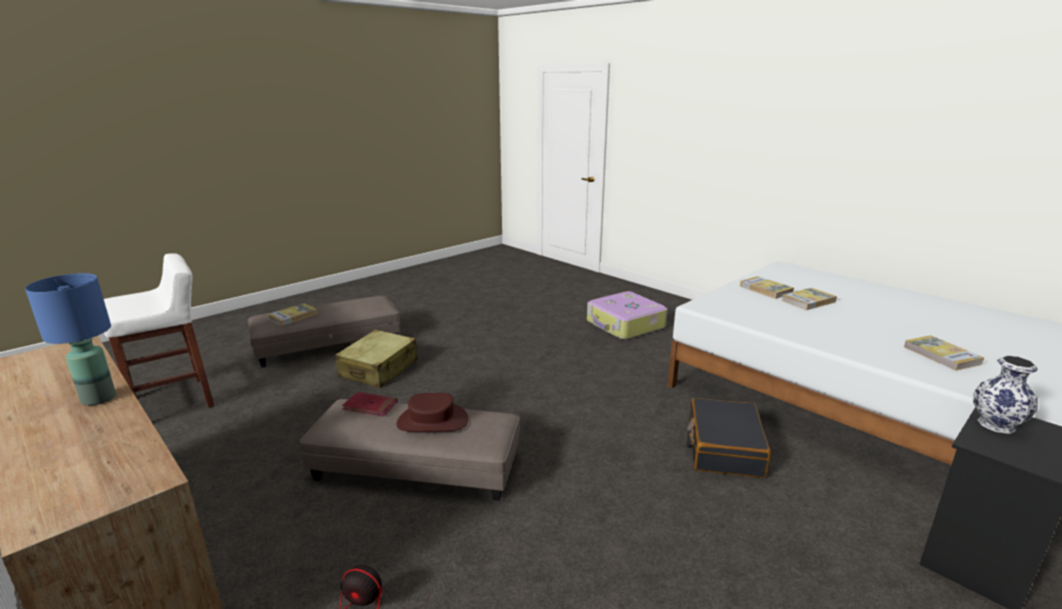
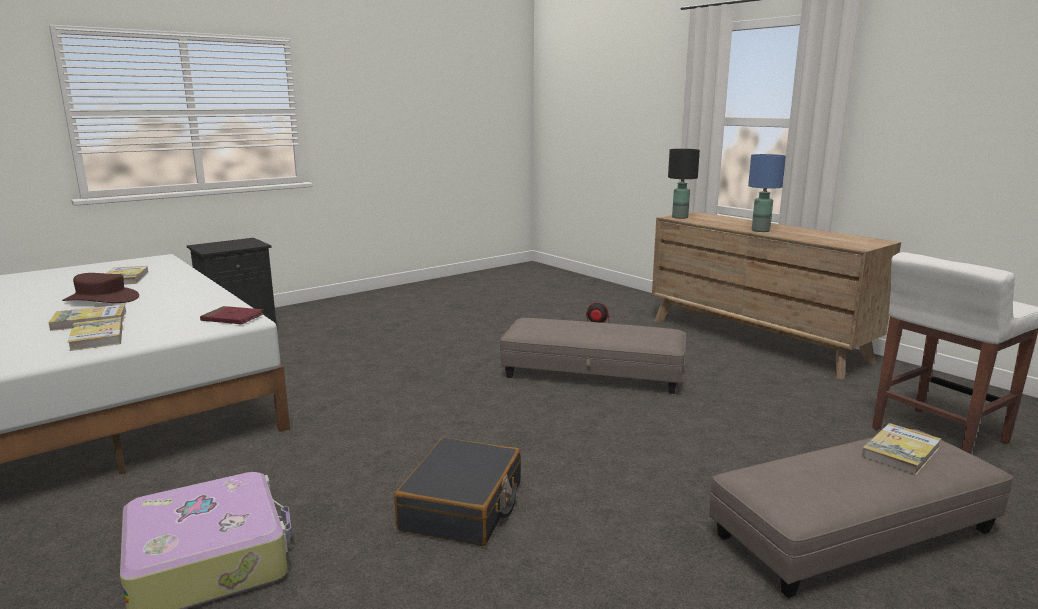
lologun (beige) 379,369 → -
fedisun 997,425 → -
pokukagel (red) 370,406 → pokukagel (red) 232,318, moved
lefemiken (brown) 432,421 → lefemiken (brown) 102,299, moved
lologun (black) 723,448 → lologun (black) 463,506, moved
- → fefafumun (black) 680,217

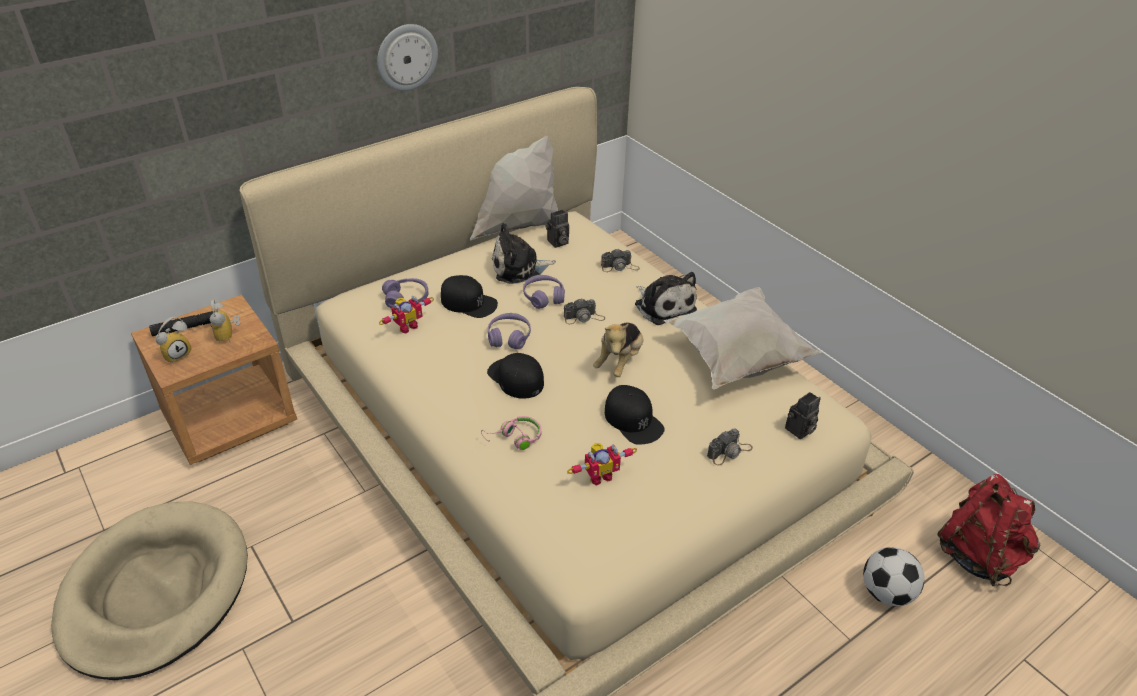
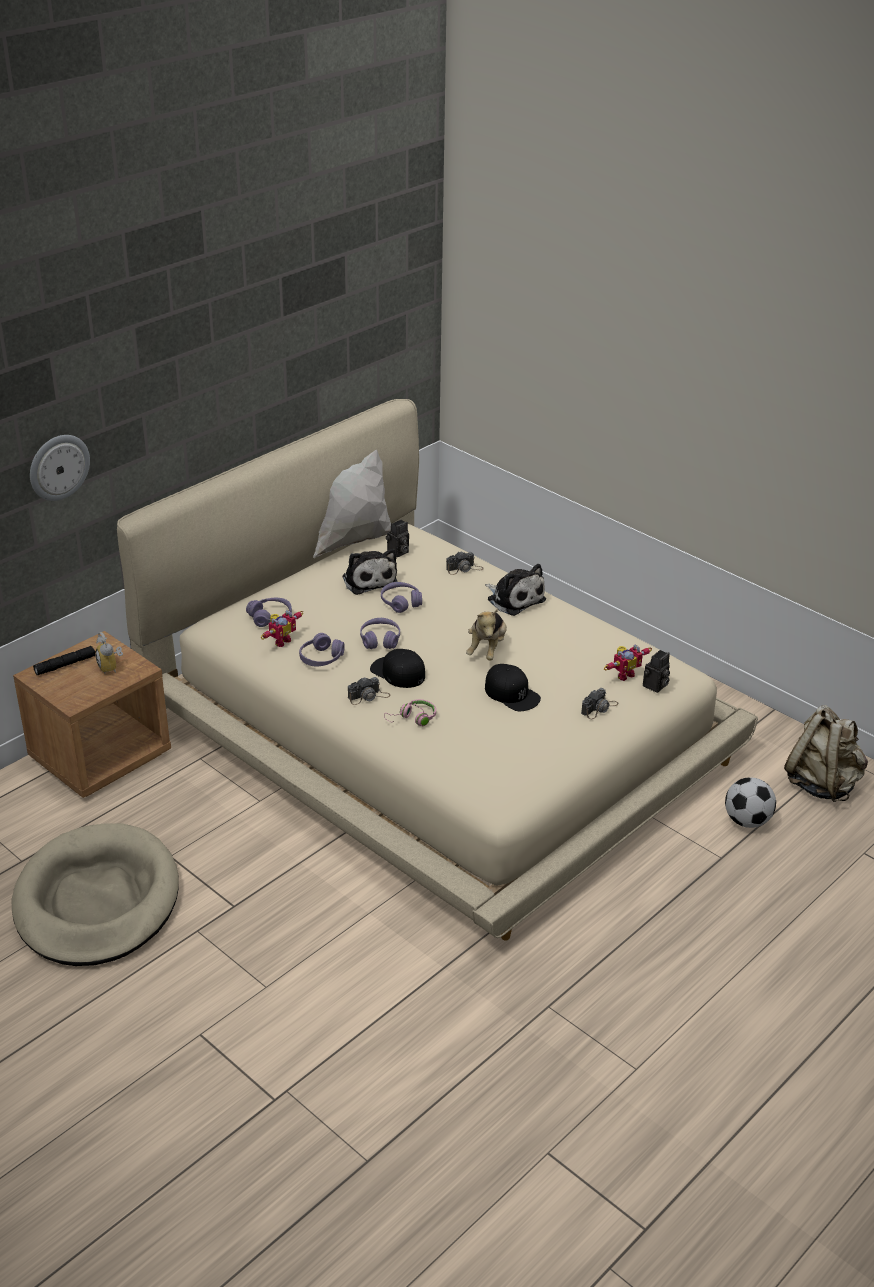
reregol 406,57 → reregol 58,467, moved
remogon 519,268 → remogon 368,580, 90 degrees counterclockwise
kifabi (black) 469,302 → -
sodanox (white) 735,359 → -
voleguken 584,317 → voleguken 368,696, moved
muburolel 177,354 → -
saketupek 599,475 → saketupek 623,674, moved
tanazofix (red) 978,555 → tanazofix (beige) 822,784
- → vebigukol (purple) 321,658

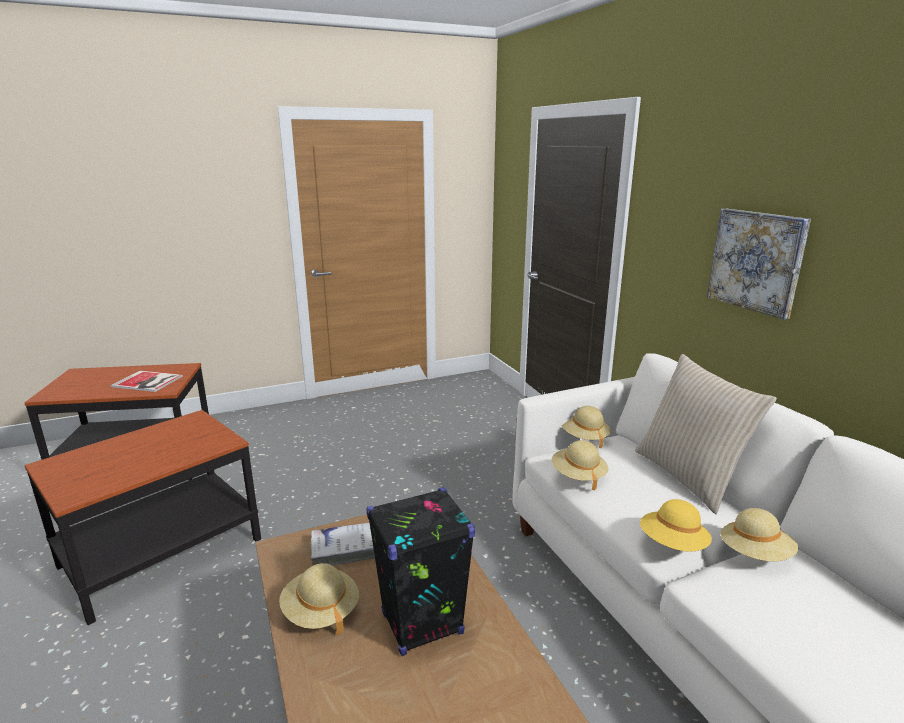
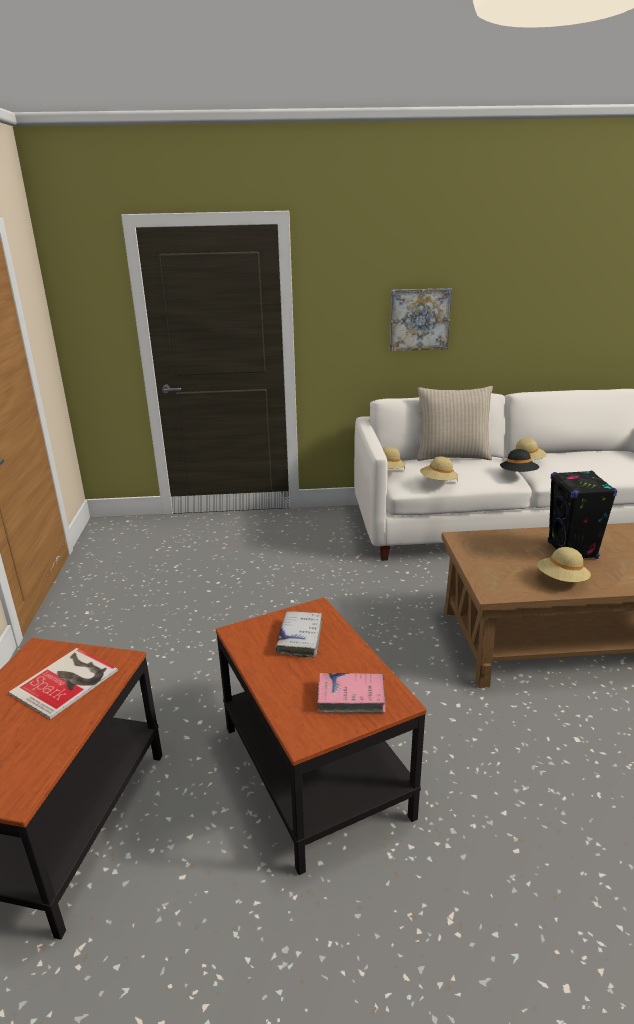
lefemiken (yellow) 673,544 → lefemiken (black) 518,474
pokukagel (white) 345,550 → pokukagel (white) 300,638, moved
- → pokukagel (pink) 351,698

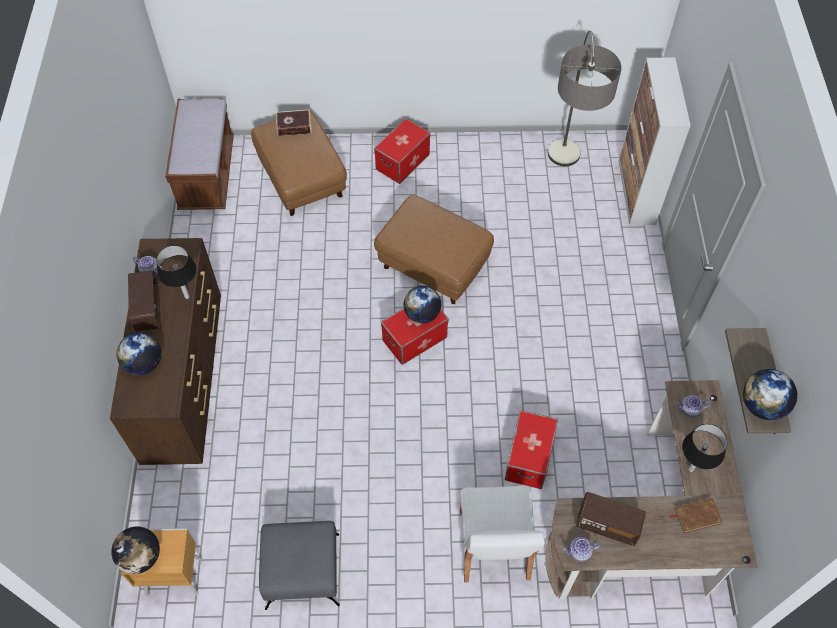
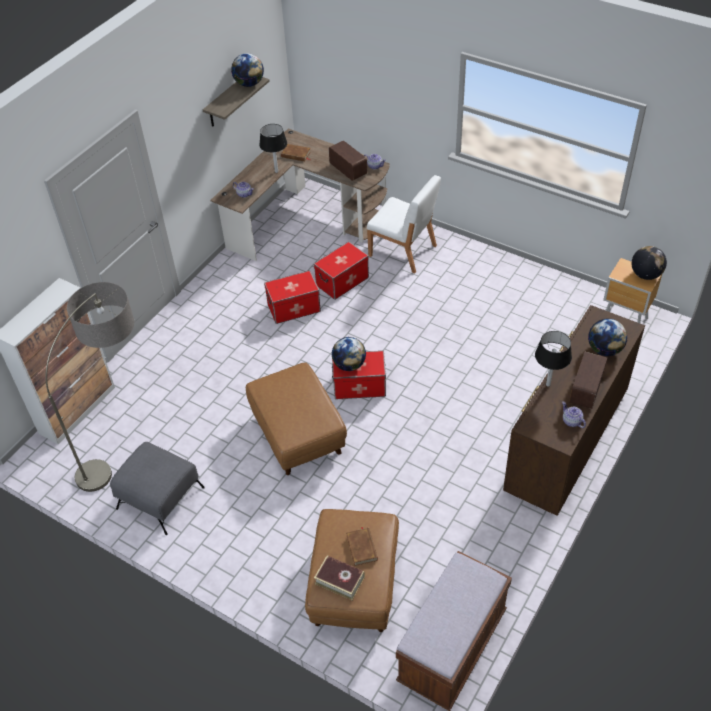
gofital 403,162 → gofital 294,308, moved
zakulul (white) 494,546 → zakulul (white) 403,251, 90 degrees clockwise
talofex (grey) 302,570 → talofex (grey) 160,498, moved
- → pokukagel (brown) 362,548

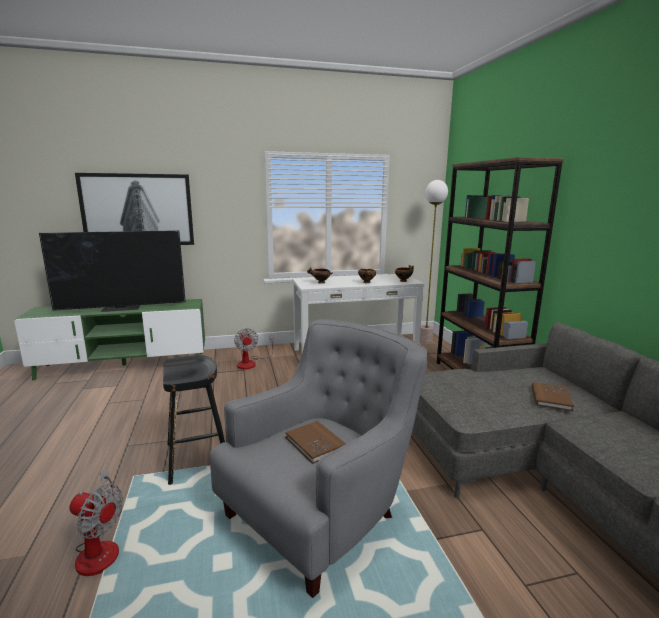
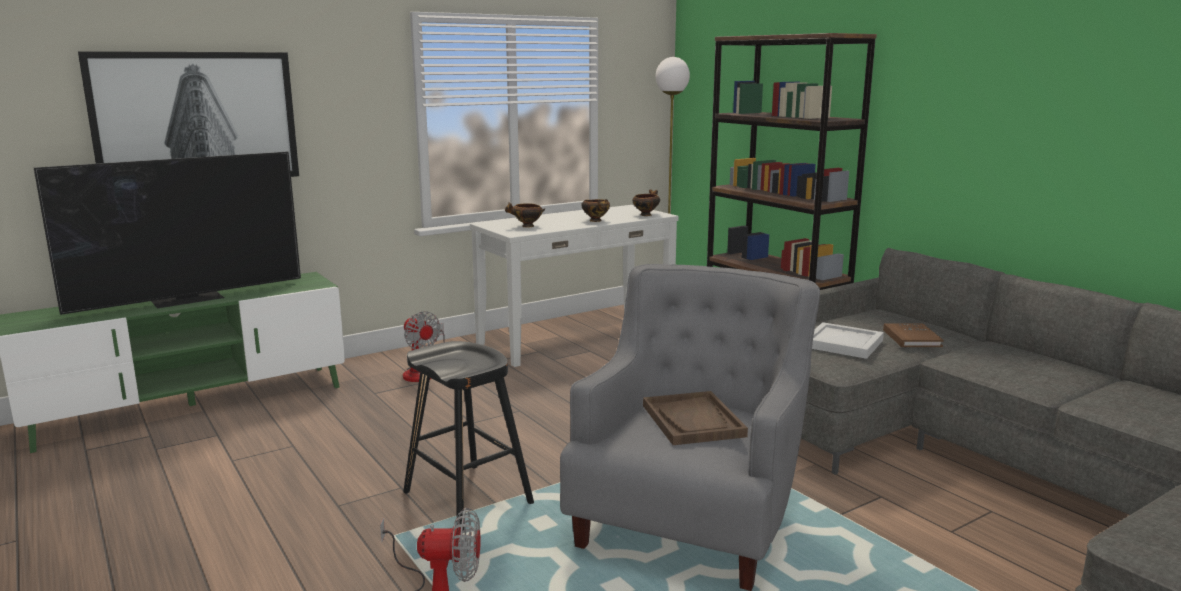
pokukagel (brown) 315,443 → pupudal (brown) 693,421
- → pupudal (white) 842,344

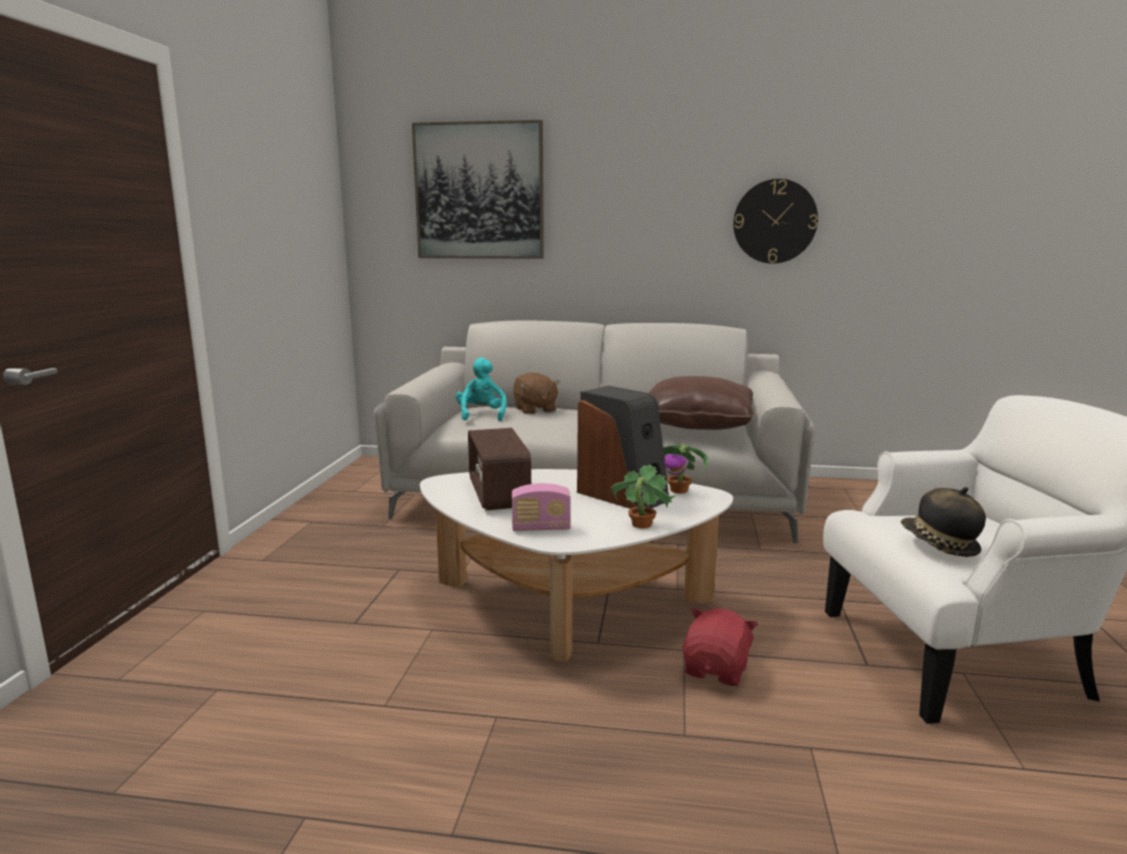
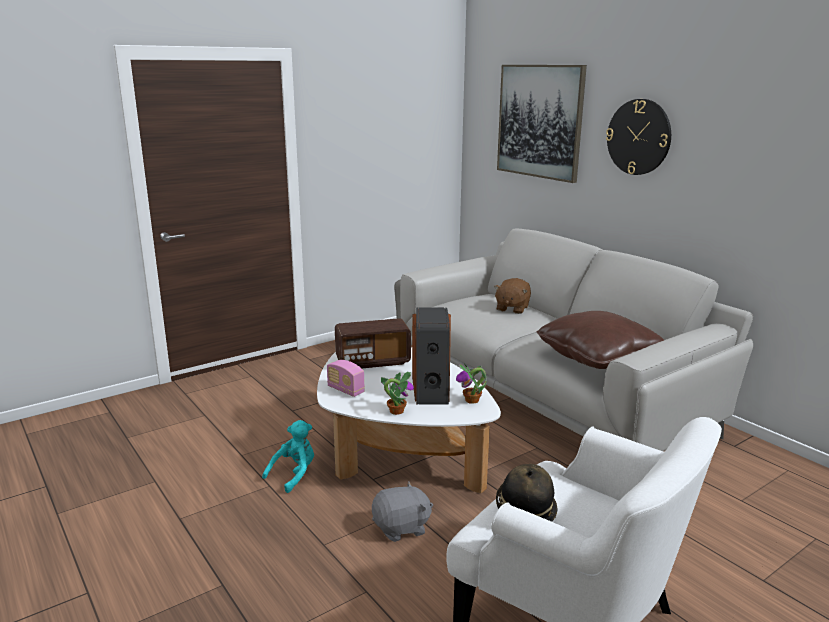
reregol 774,221 → reregol 638,137, moved
remogon (turquoise) 481,415 → remogon (turquoise) 294,474, moved
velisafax 499,494 → velisafax 373,361, 135 degrees counterclockwise
remogon (red) 717,670 → remogon (grey) 401,528

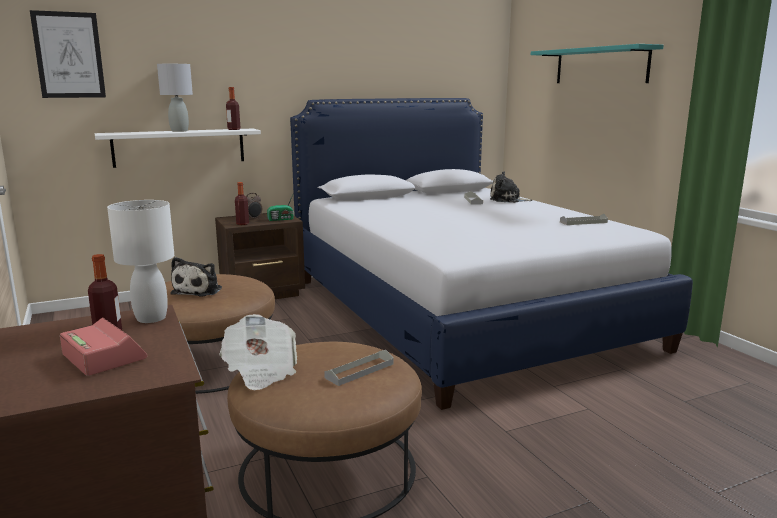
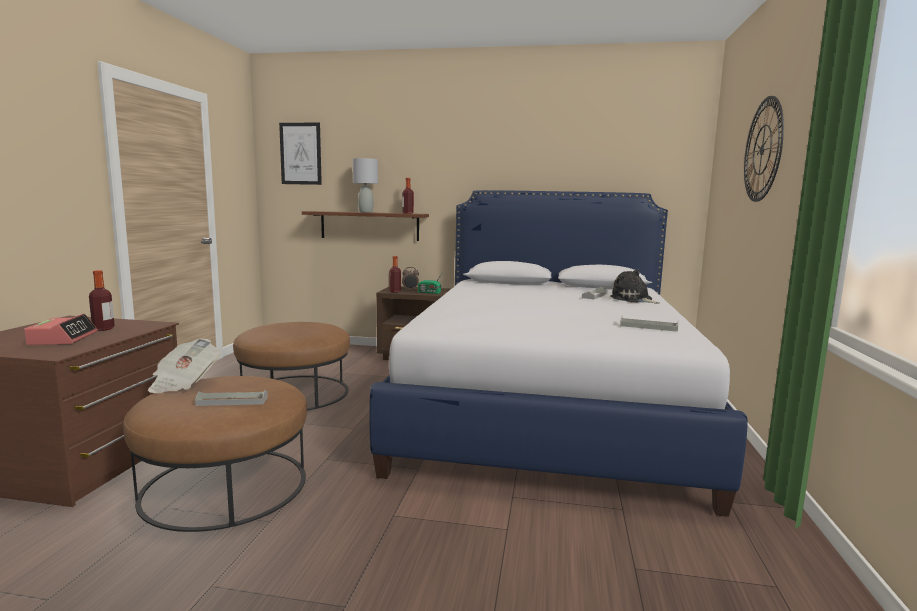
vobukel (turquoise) 600,66 → reregol 762,150
vobukel (white) 179,147 → vobukel (brown) 369,225
fefafumun (white) 151,318 → -
remogon 199,290 → -

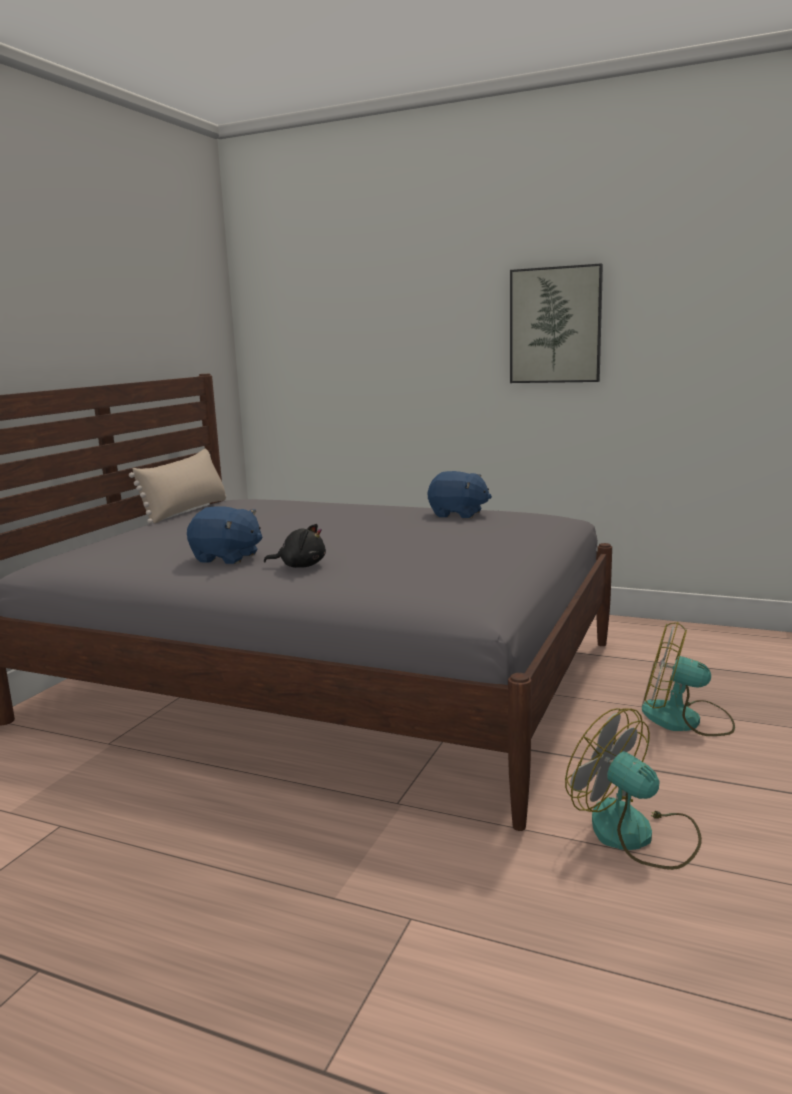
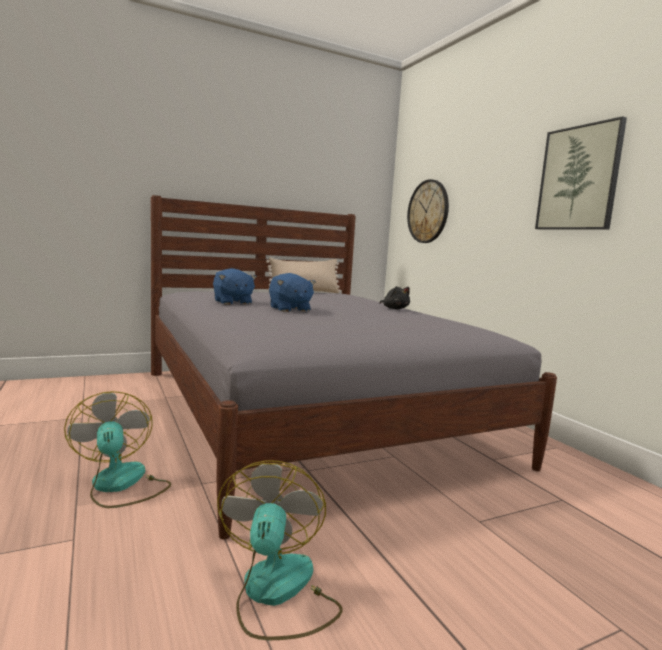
remogon (blue) 458,514 → remogon (blue) 289,309, moved
remogon (black) 300,566 → remogon (black) 395,309, moved
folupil 685,720 → folupil 120,485, moved
- → reregol 428,211

